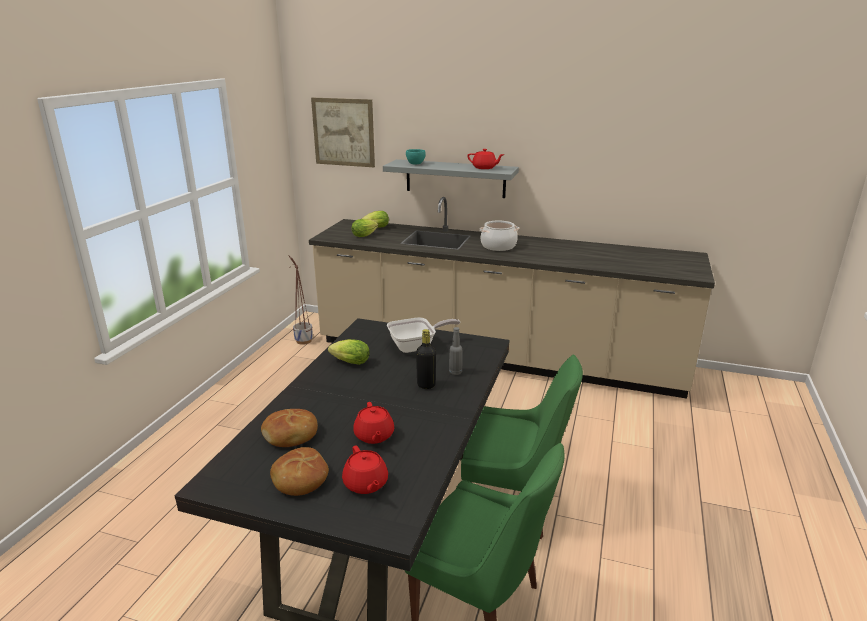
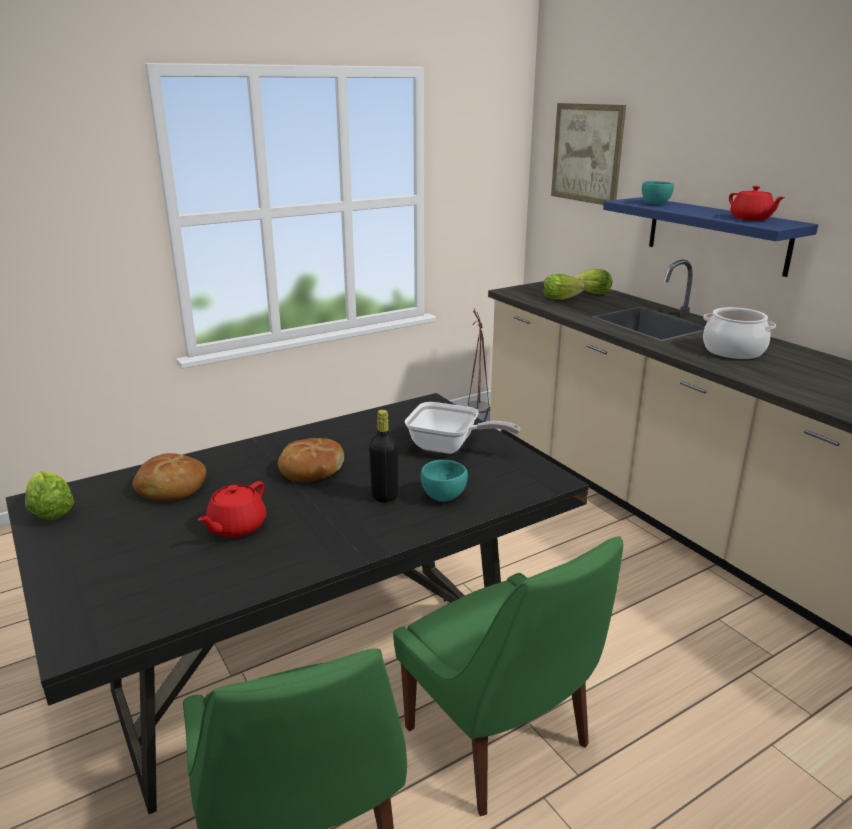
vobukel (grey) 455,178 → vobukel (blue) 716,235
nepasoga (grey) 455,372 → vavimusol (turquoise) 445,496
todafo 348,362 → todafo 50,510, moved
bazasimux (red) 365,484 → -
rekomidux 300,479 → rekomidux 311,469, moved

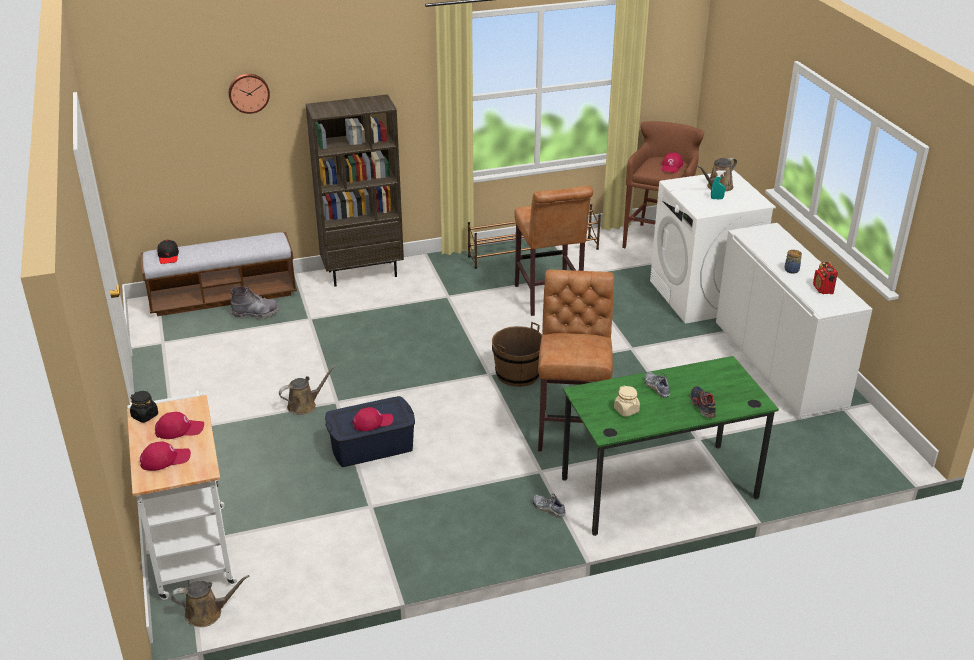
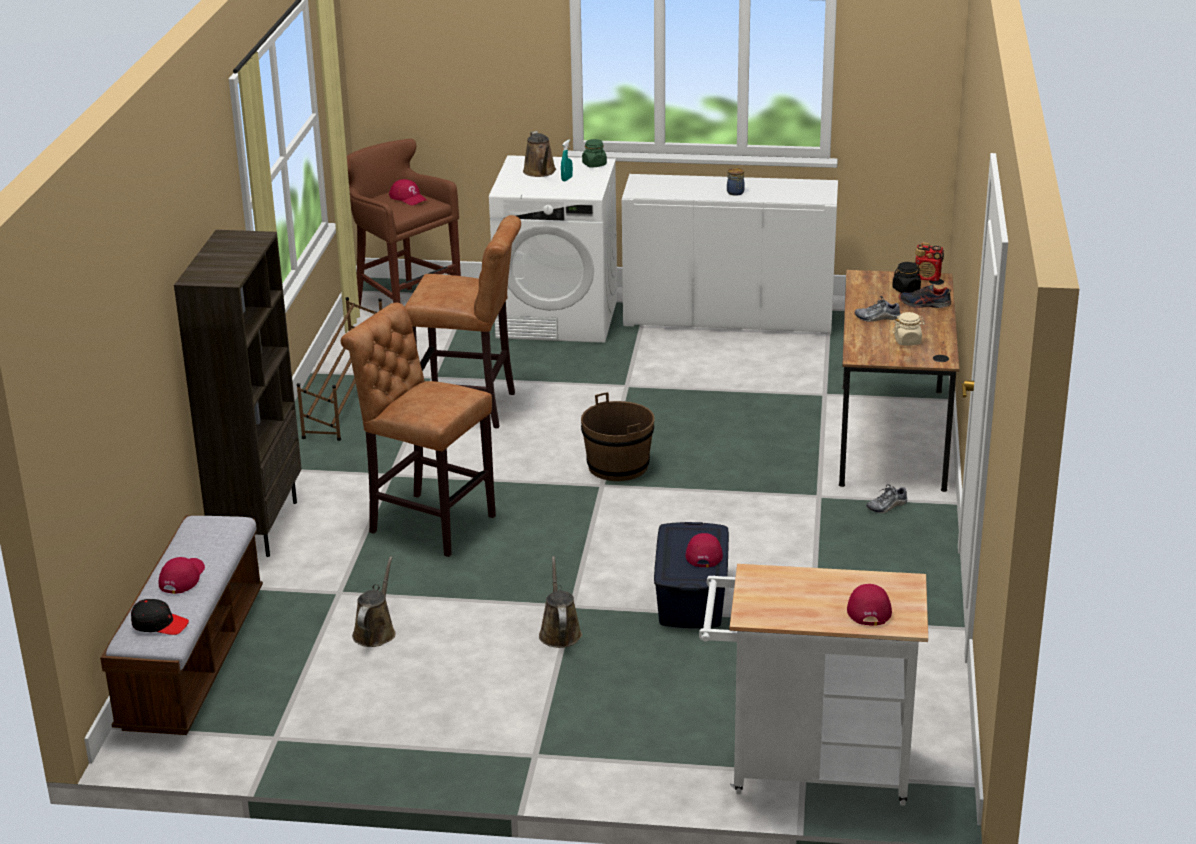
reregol 248,92 → -
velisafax 823,289 → velisafax 927,277, moved
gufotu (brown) 572,427 → gufotu (brown) 426,523, moved
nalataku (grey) 256,313 → -
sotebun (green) 659,488 → sotebun (brown) 892,436
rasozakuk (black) 145,416 → rasozakuk (black) 906,289, moved
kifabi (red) 179,429 → kifabi (red) 182,578, moved
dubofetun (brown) 207,613 → dubofetun (brown) 375,632, moved
- → rasozakuk (green) 594,164

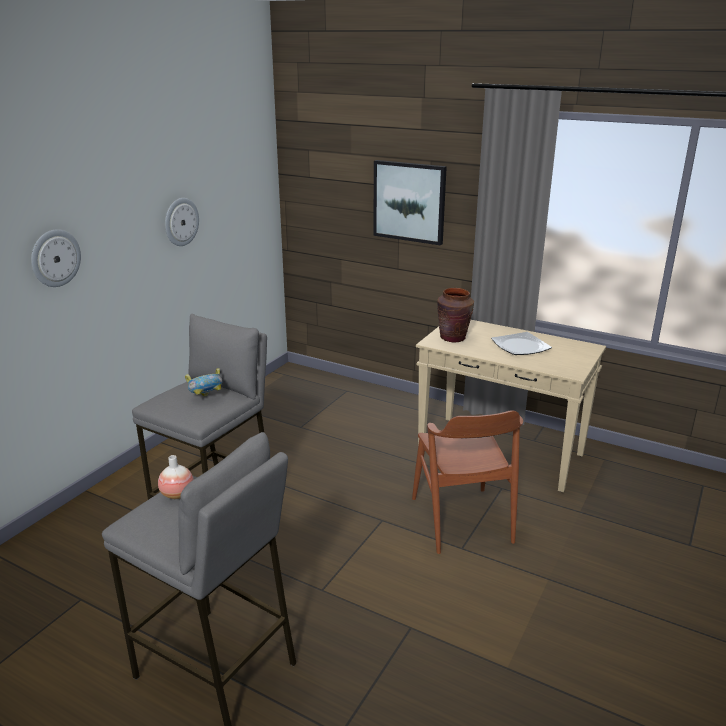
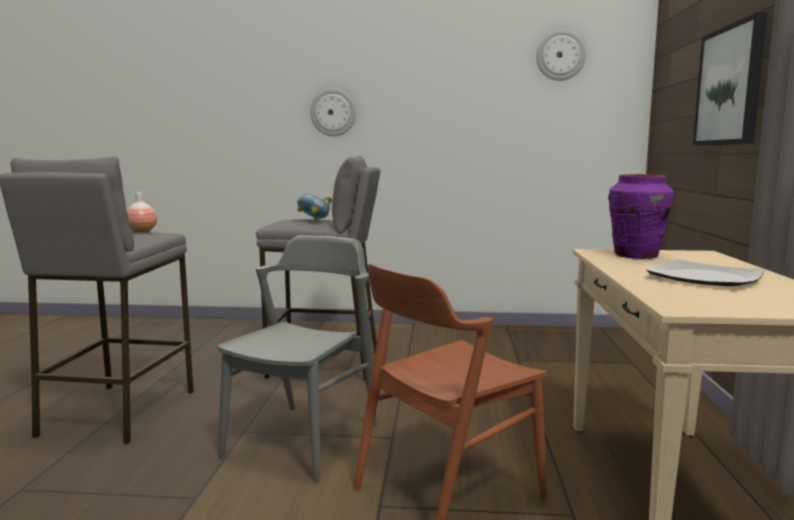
reregol 181,222 → reregol 560,55, moved
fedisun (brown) 453,338 → fedisun (purple) 636,255
- → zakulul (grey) 303,440

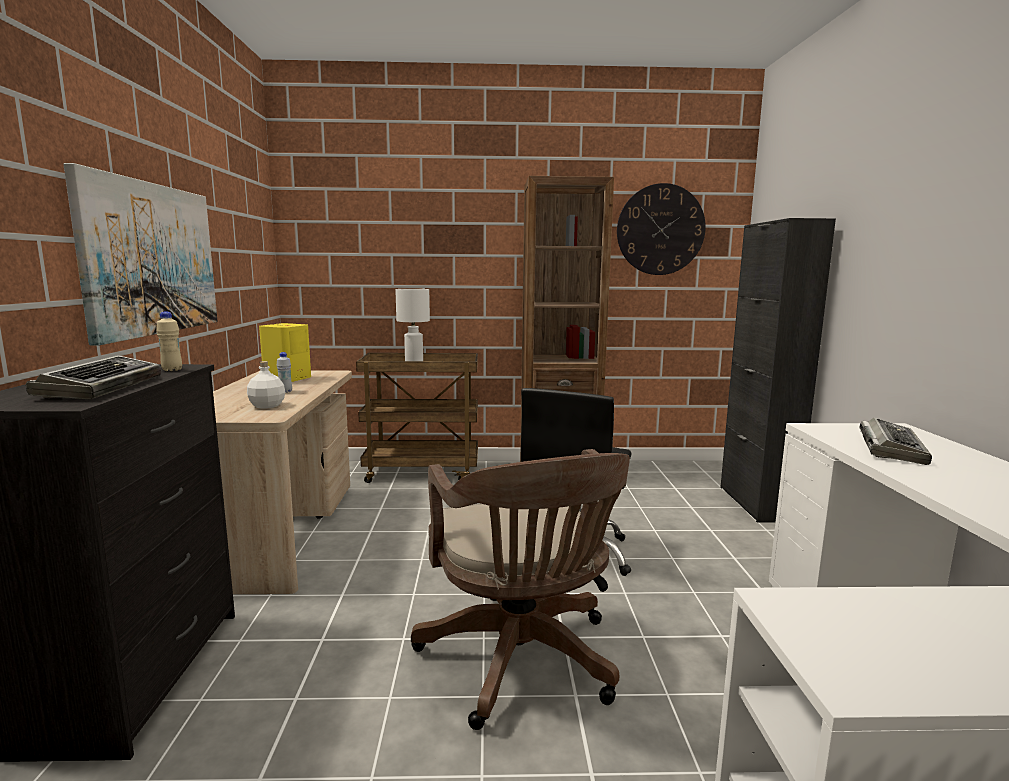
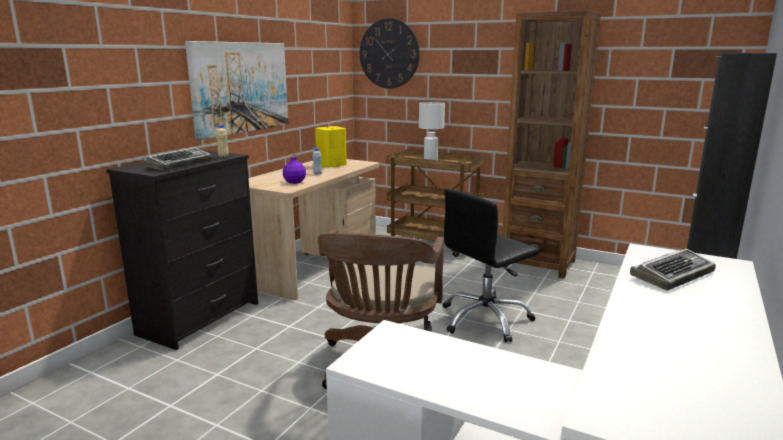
reregol 660,230 → reregol 389,54, moved
nepasoga (white) 267,406 → nepasoga (purple) 295,182

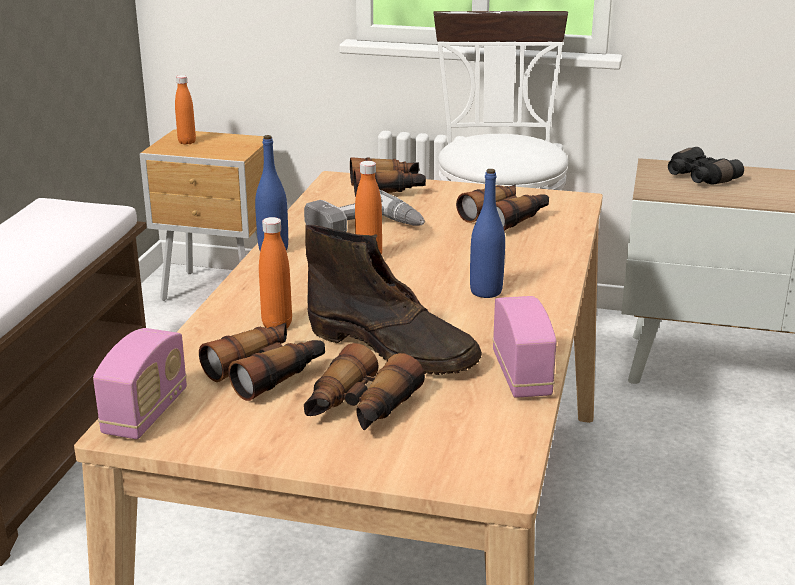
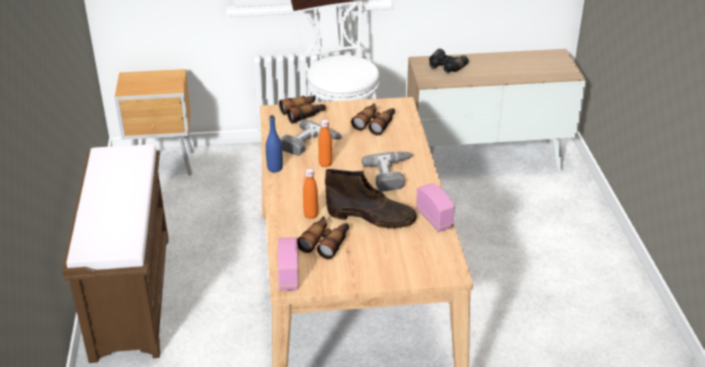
nepasoga (orange) 187,142 → -
nepasoga (blue) 486,292 → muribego 393,174
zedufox 359,409 → -

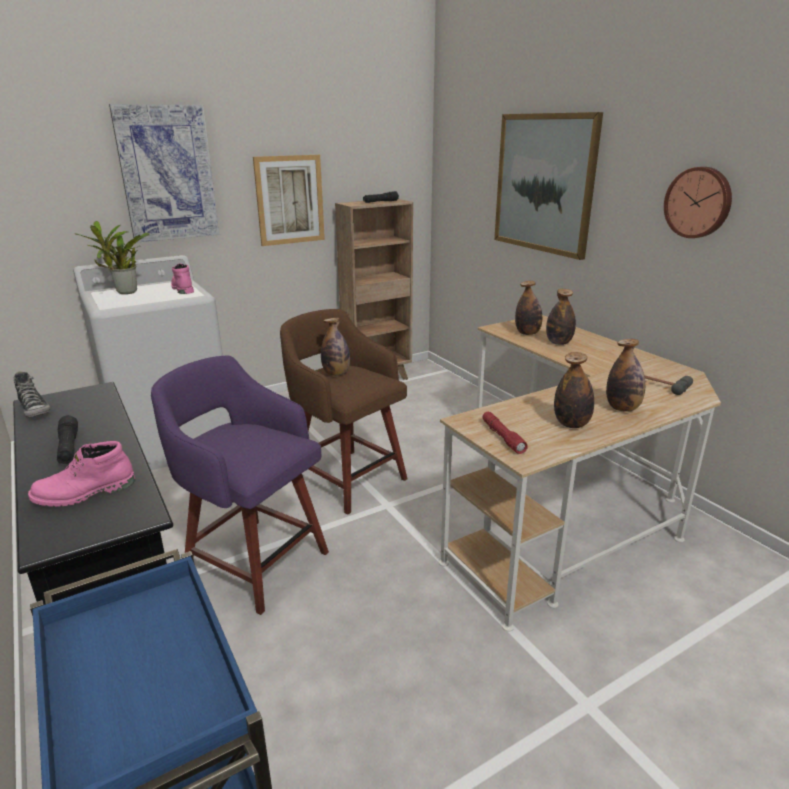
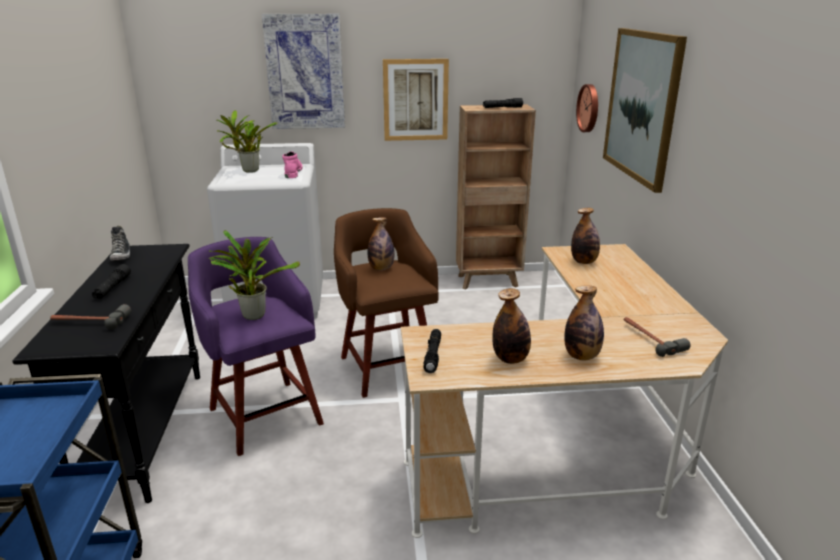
reregol 698,202 → reregol 589,108, moved
nepasoga 558,343 → -
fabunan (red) 502,437 → fabunan (black) 433,355
nalataku (pink) 84,493 → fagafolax 89,322
- → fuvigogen 252,314

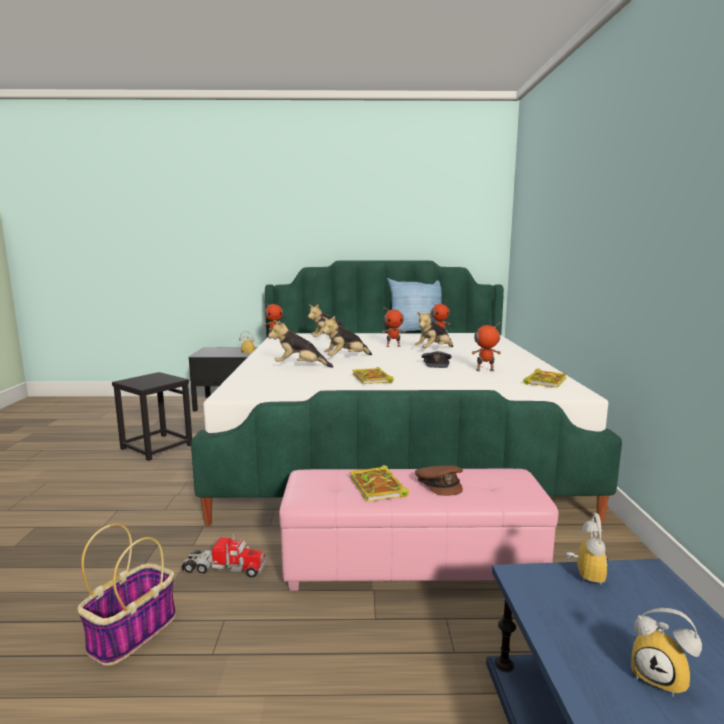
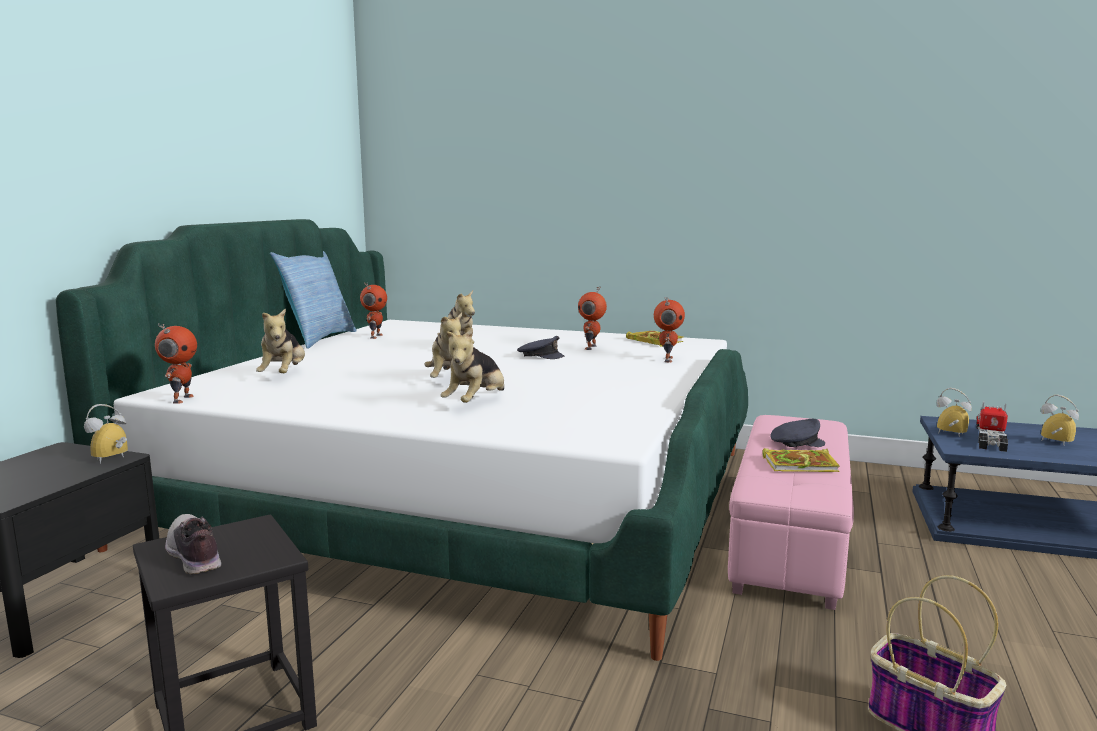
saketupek 393,346 → saketupek 667,359, moved
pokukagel 372,379 → -
kifabi (brown) 440,484 → kifabi (grey) 795,443
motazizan 224,568 → motazizan 990,439, moved
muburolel 661,677 → muburolel 1054,443, 105 degrees counterclockwise
- → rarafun 193,555

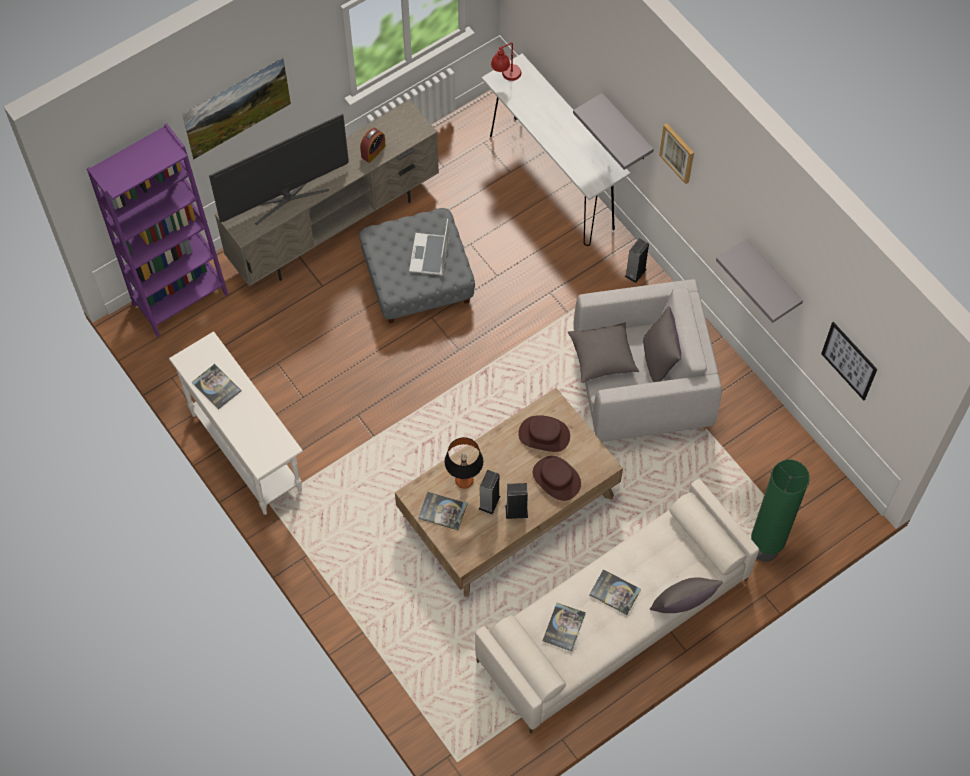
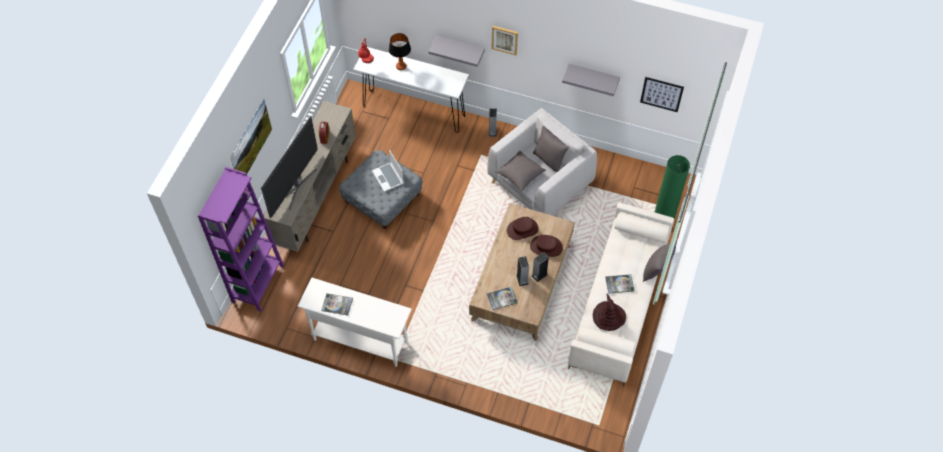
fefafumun 464,480 → fefafumun 401,66, moved
pokukagel 564,627 → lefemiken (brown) 609,317

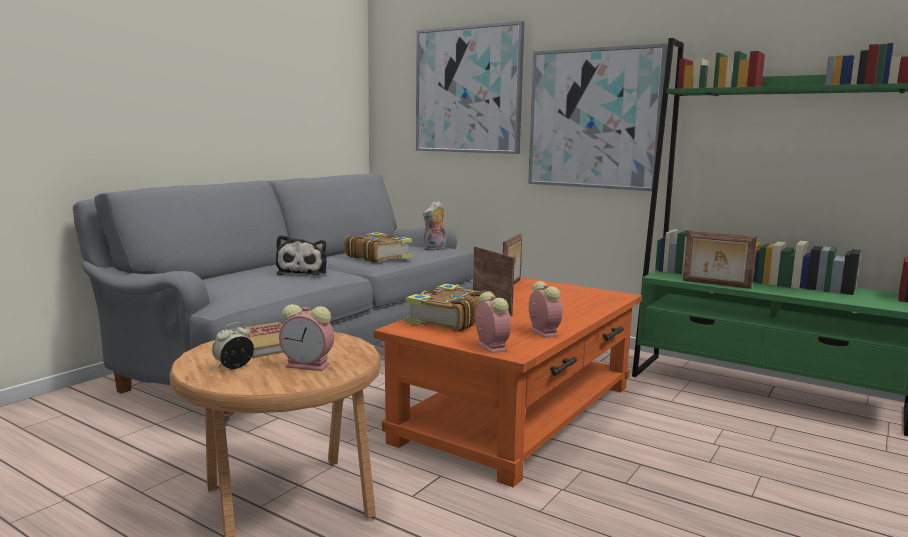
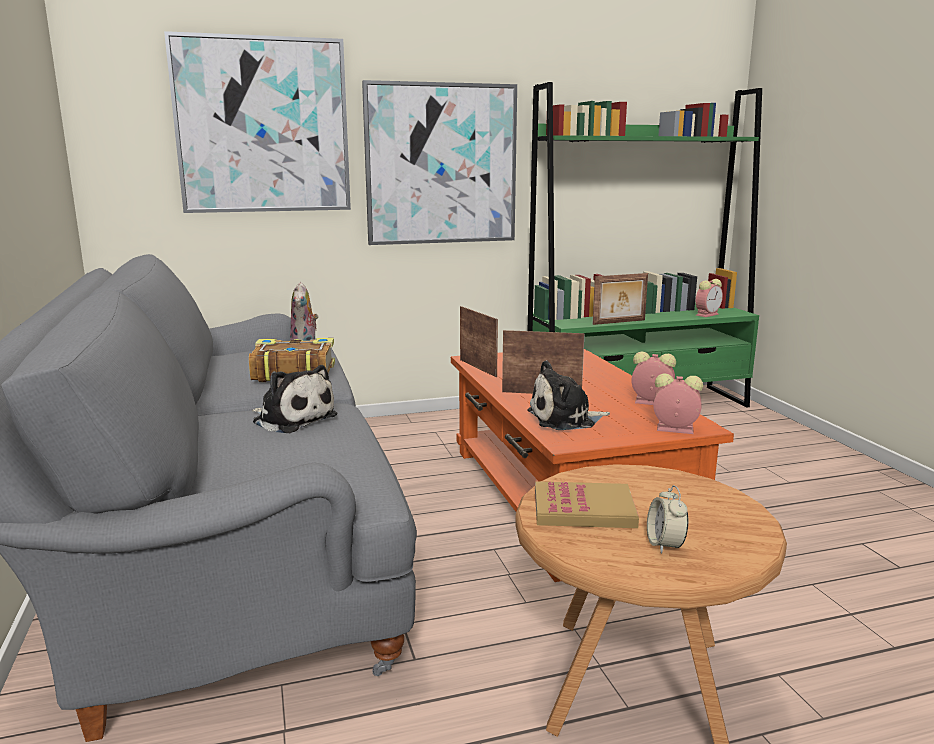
pokukagel 449,320 → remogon 565,419
muburolel 309,365 → muburolel 707,314, moved

